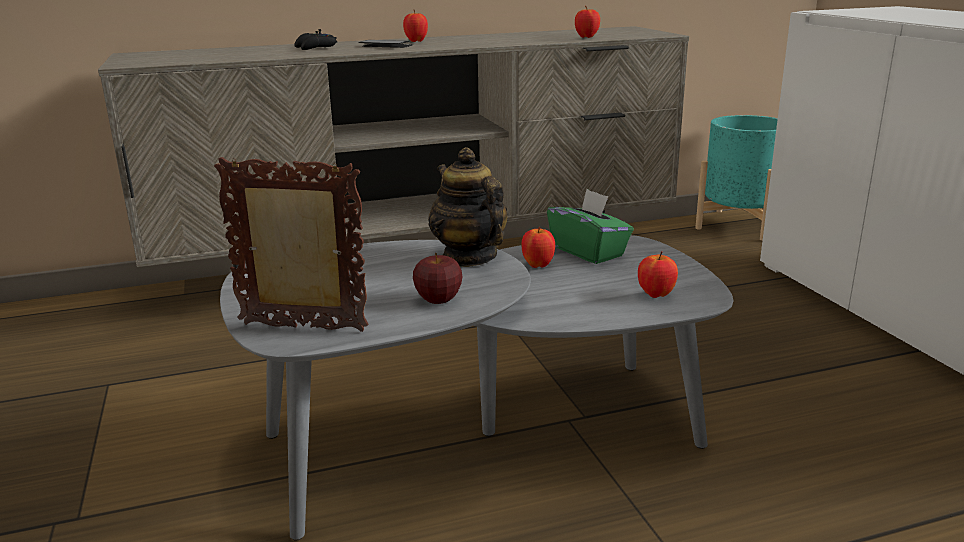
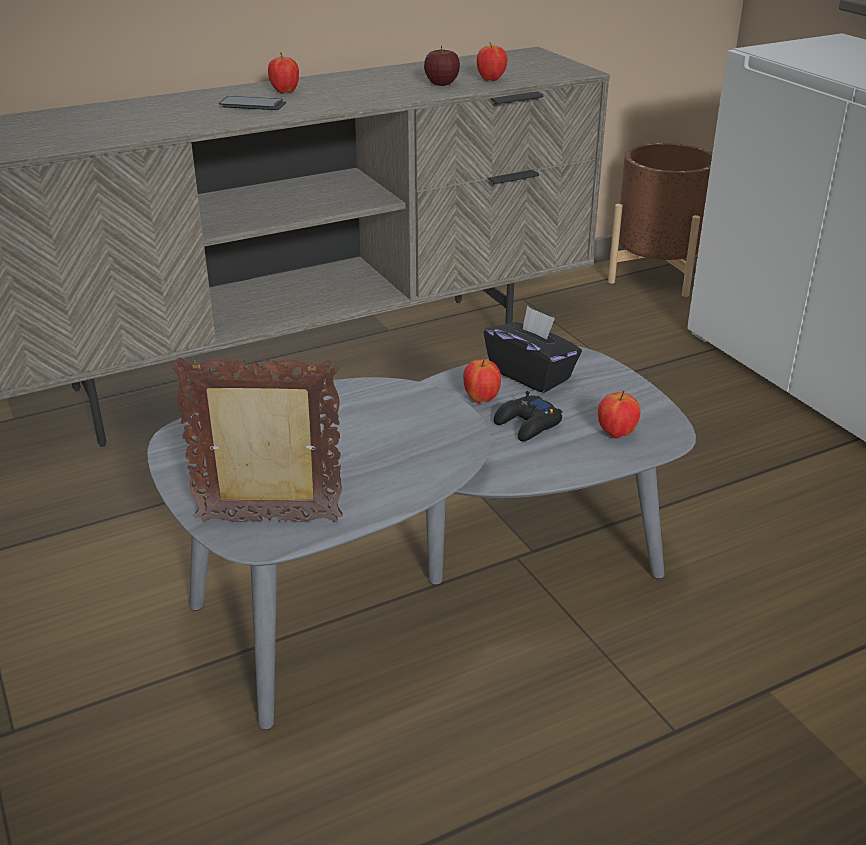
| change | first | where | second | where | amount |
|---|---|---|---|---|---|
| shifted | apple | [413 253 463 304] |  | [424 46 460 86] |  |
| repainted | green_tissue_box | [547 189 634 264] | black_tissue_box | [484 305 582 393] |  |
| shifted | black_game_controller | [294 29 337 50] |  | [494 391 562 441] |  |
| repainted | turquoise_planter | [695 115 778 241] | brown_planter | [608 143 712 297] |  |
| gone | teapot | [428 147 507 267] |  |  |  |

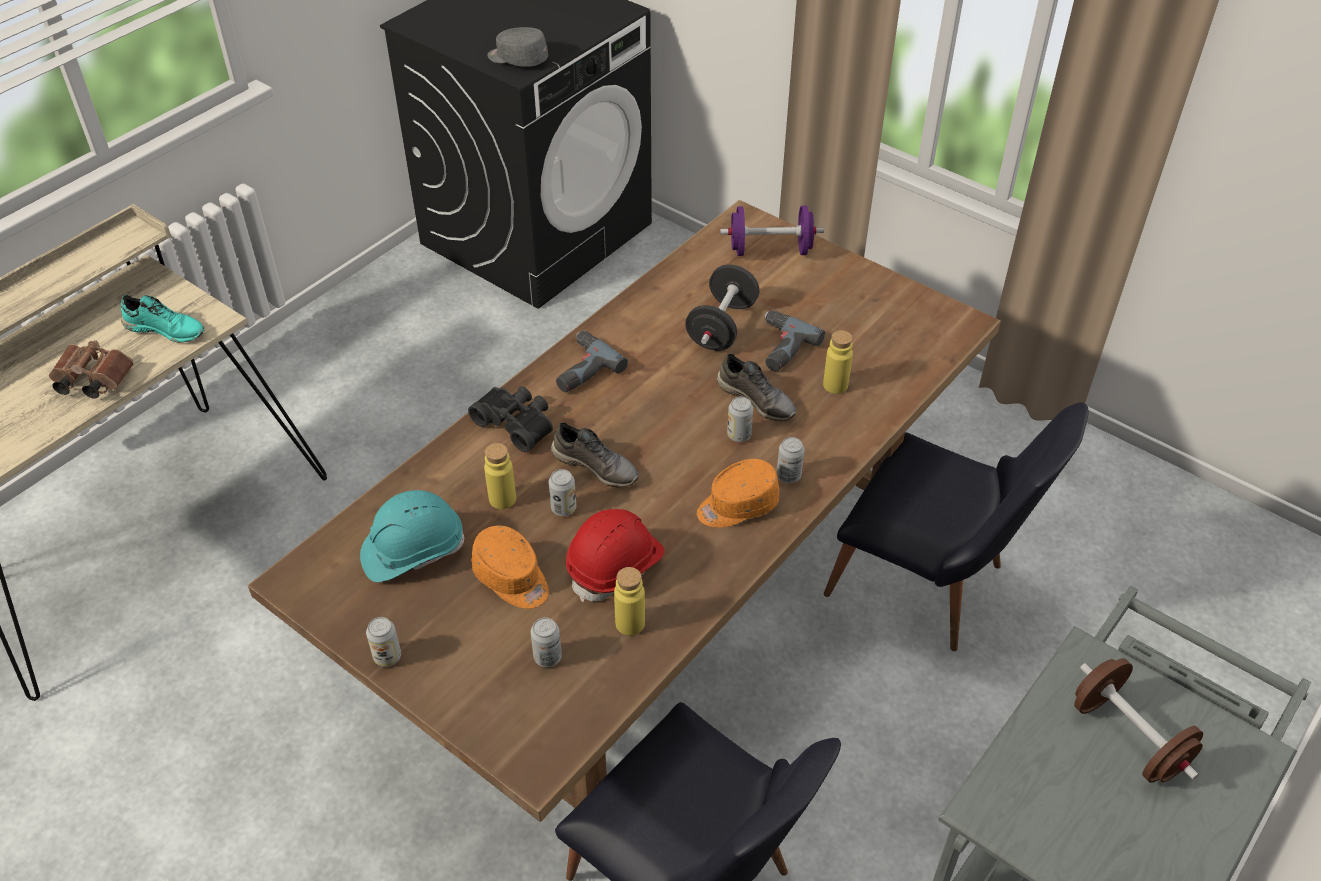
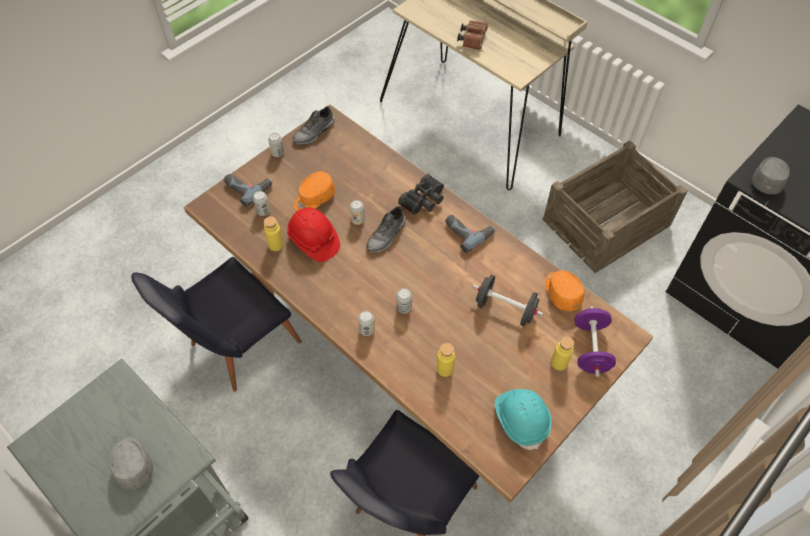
| change | first | where | second | where | amount |
|---|---|---|---|---|---|
| swapped | brown_dumbbell | [1074 658 1203 783] | grey_cap | [109 437 153 490] |  |
| shifted | power_drill | [764 310 825 371] |  | [224 174 272 207] |  |
| shifted | grey_shoe | [717 353 796 421] |  | [293 106 335 144] |  |
| shifted | turquoise_hard_hat | [360 490 464 582] |  | [495 389 552 450] |  |
| new |  |  | crate | [542 140 688 273] |  |
| shifted | orange_cap | [697 459 779 528] |  | [545 270 584 311] |  |
| shifted | yellow_bottle | [484 443 516 509] |  | [551 336 574 370] |  |
| gone | turquoise_shoe | [121 295 205 343] |  |  |  |

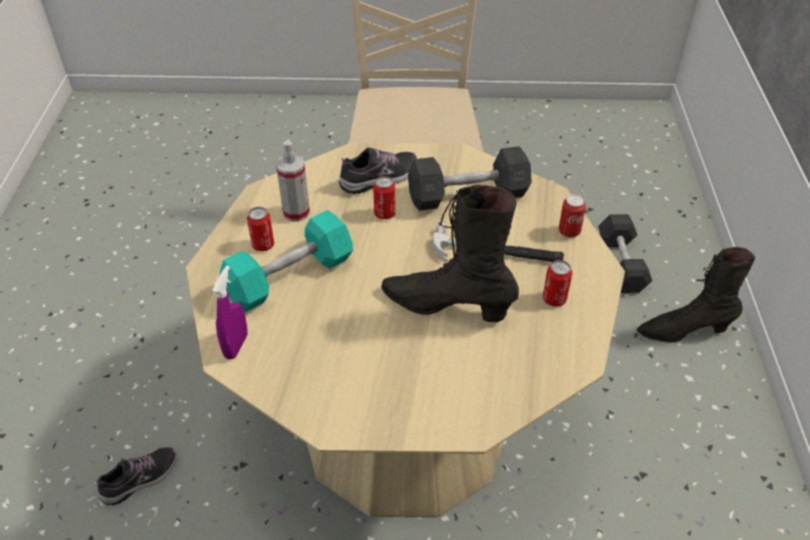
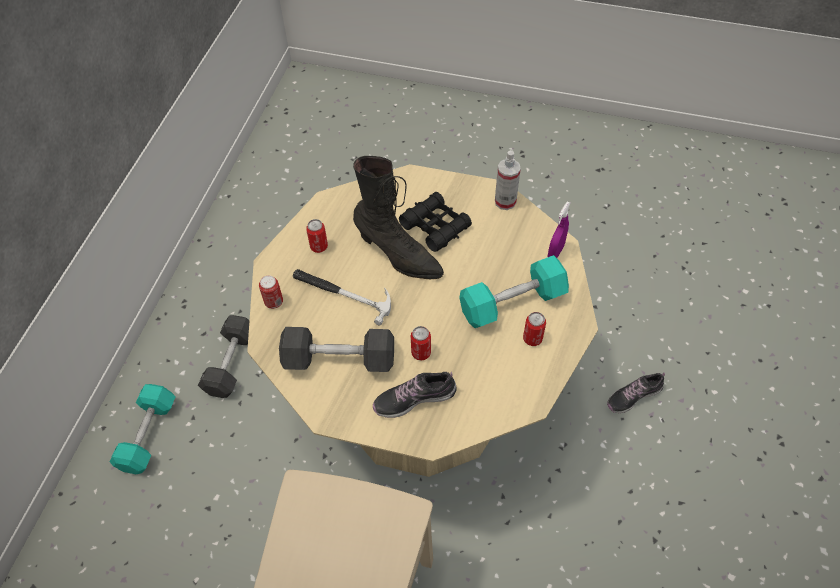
| change | first | where | second | where | amount |
|---|---|---|---|---|---|
| swapped | black_boot | [637 247 755 342] | turquoise_dumbbell | [109 384 176 474] |  |
| shifted | grey_dumbbell | [598 214 652 293] |  | [198 315 249 398] |  |
| new |  |  | black_binoculars | [399 192 472 252] |  |
| shifted | spray_bottle | [276 141 310 222] |  | [495 150 521 210] |  |

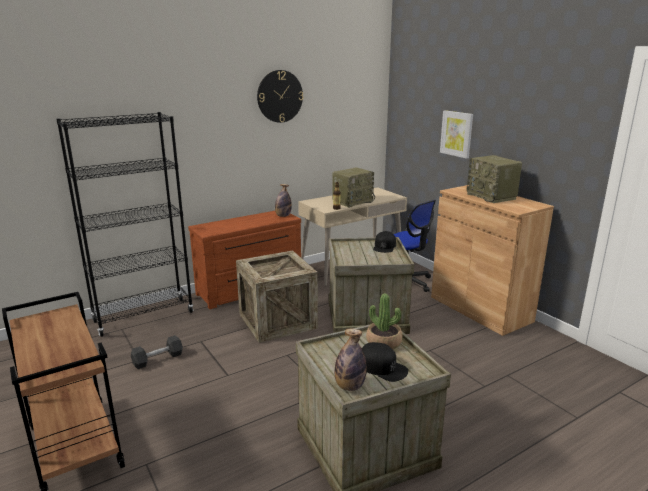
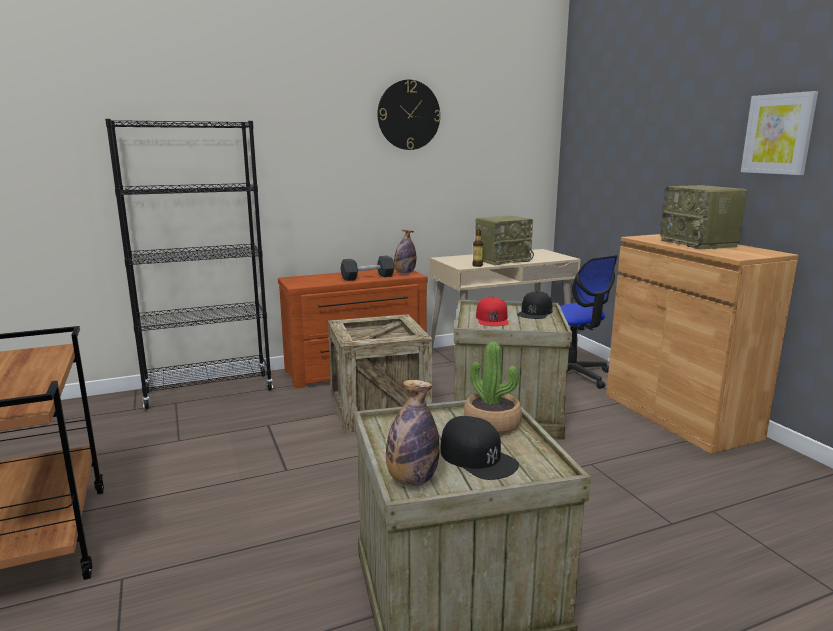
| change | first | where | second | where | amount |
|---|---|---|---|---|---|
| shifted | black_dumbbell | [131 335 183 369] |  | [340 256 395 281] |  |
| new |  |  | red_cap | [476 297 509 326] |  |
| shifted | picture | [440 110 473 159] |  | [741 91 818 175] |  |

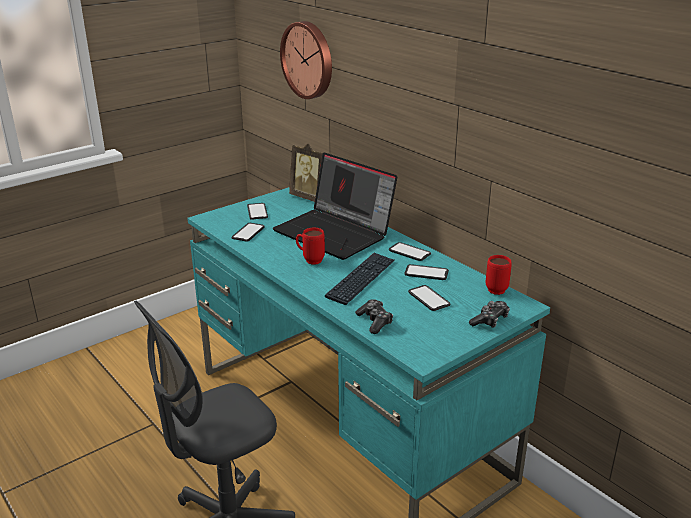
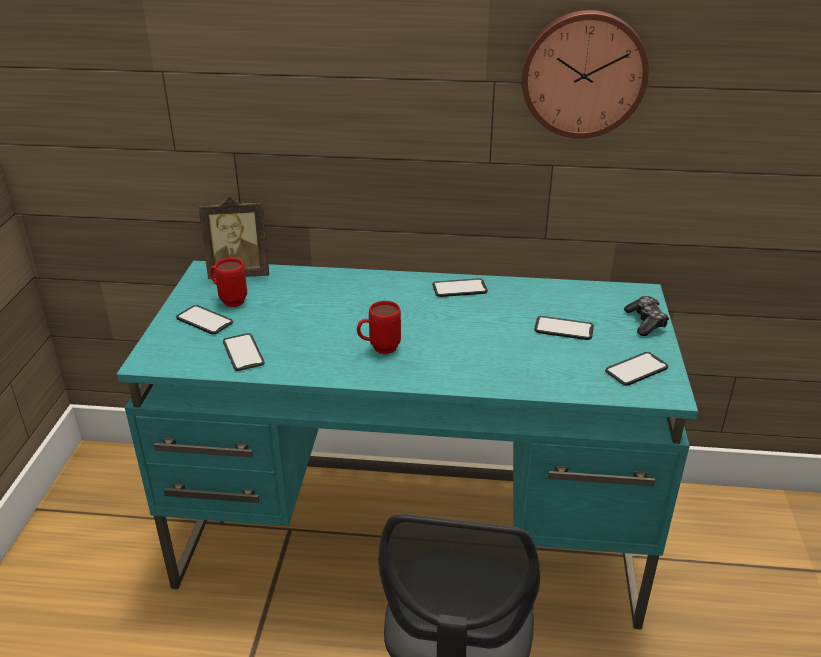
| change | first | where | second | where | amount |
|---|---|---|---|---|---|
| shifted | red_mug | [486 255 512 295] |  | [210 258 247 307] |  |
| shifted | wall_clock | [280 21 332 99] |  | [522 10 649 139] |  |
| shifted | phone | [404 264 449 280] |  | [605 352 669 386] |  |
| gone | laptop | [273 152 397 260] |  |  |  |
| gone | keyboard | [325 253 395 305] |  |  |  |
| gone | game_controller | [355 299 393 334] |  |  |  |

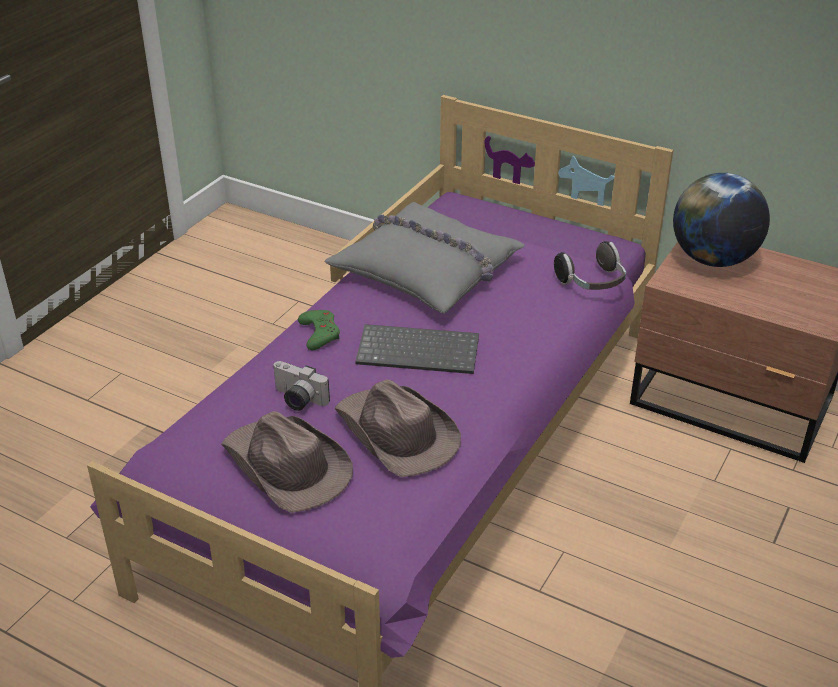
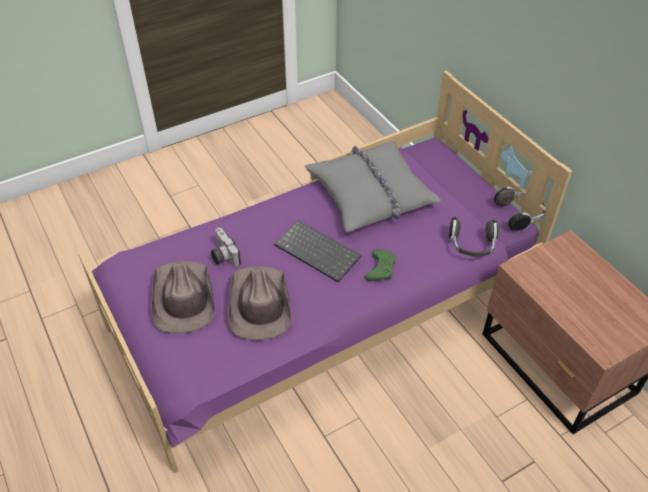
| change | first | where | second | where | amount |
|---|---|---|---|---|---|
| shifted | green_game_controller | [298 310 340 350] |  | [366 249 396 281] |  |
| new |  |  | headphones | [494 187 545 231] |  |
| gone | globe | [673 173 770 267] |  |  |  |

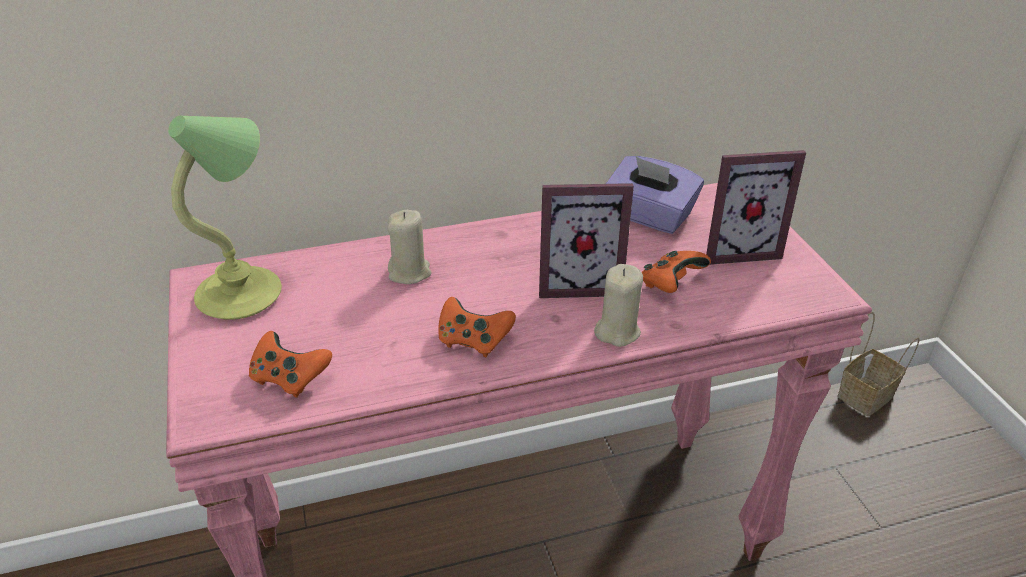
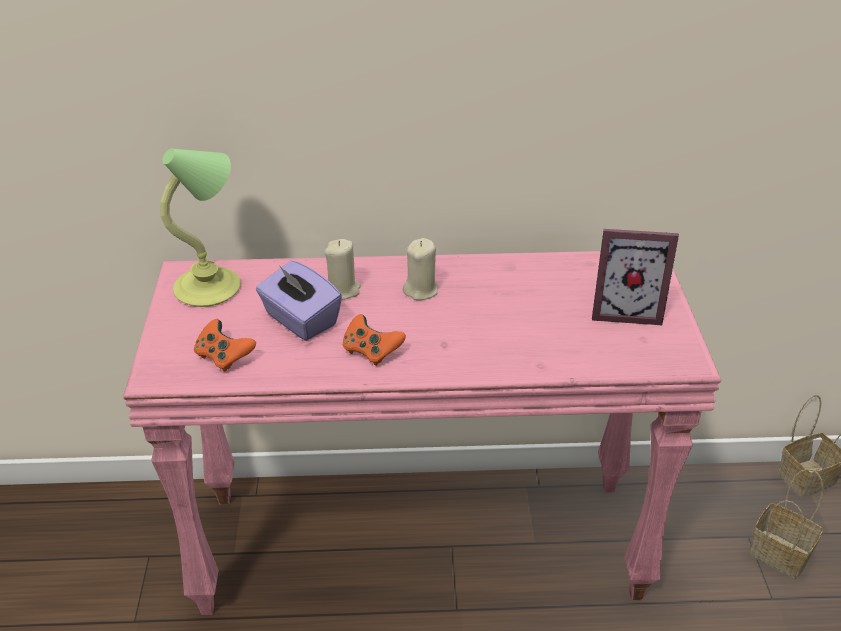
| change | first | where | second | where | amount |
|---|---|---|---|---|---|
| shifted | purple_tissue_box | [606 156 704 234] |  | [256 261 342 341] |  |
| shifted | beige_candle | [594 264 643 347] |  | [403 238 438 301] |  |
| new |  |  | basket | [749 469 824 579] |  |
| gone | picture_frame | [539 183 634 298] |  |  |  |
| gone | orange_game_controller | [642 251 711 293] |  |  |  |

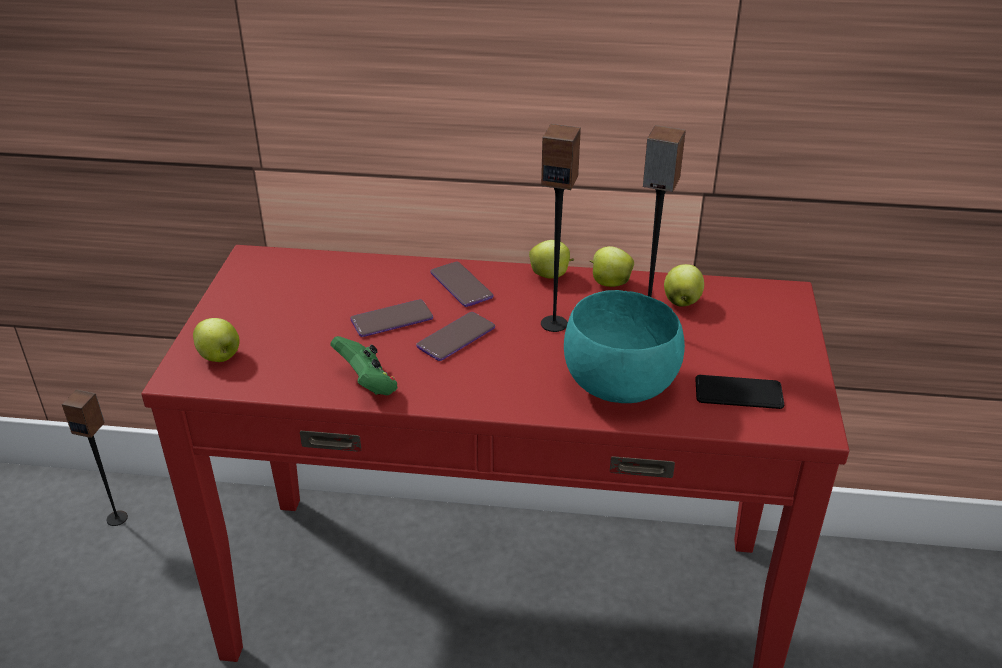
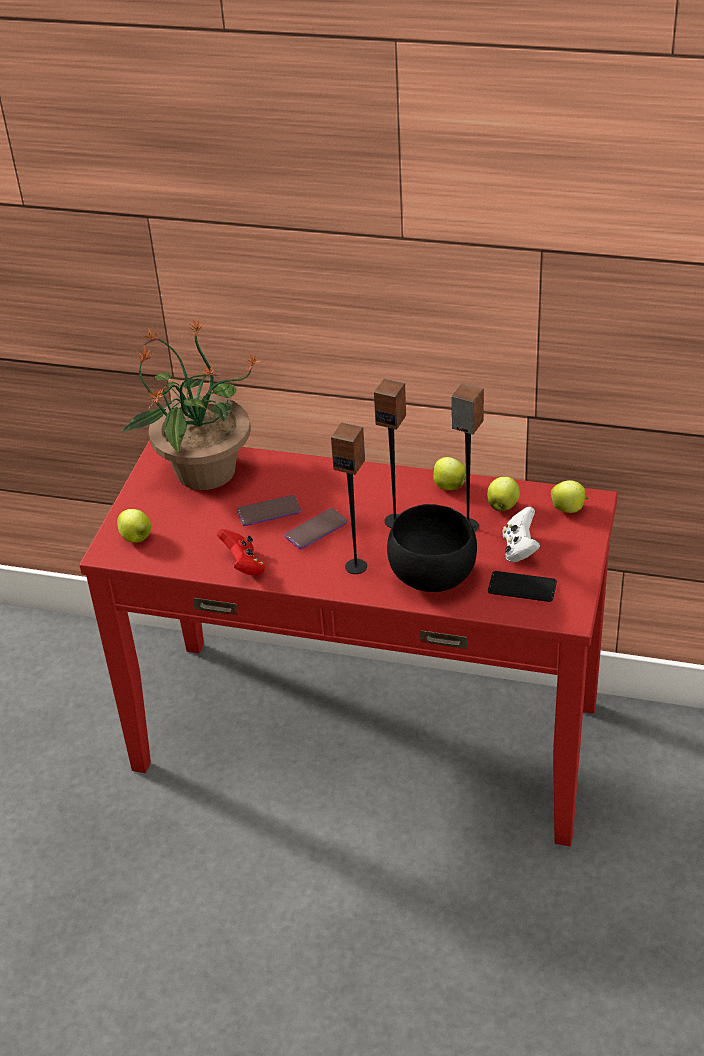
| change | first | where | second | where | amount |
|---|---|---|---|---|---|
| new |  |  | potted_plant | [121 318 260 490] |  |
| repainted | green_game_controller | [330 336 397 395] | red_game_controller | [217 529 265 576] |  |
| shifted | speaker | [62 389 128 526] |  | [331 422 367 574] |  |
| repainted | turquoise_bowl | [564 290 685 403] | black_bowl | [387 504 477 592] |  |
| new |  |  | white_game_controller | [503 507 540 562] |  |
| shifted | apple | [529 240 574 279] |  | [551 480 589 513] |  |
| gone | phone | [430 262 493 307] |  |  |  |

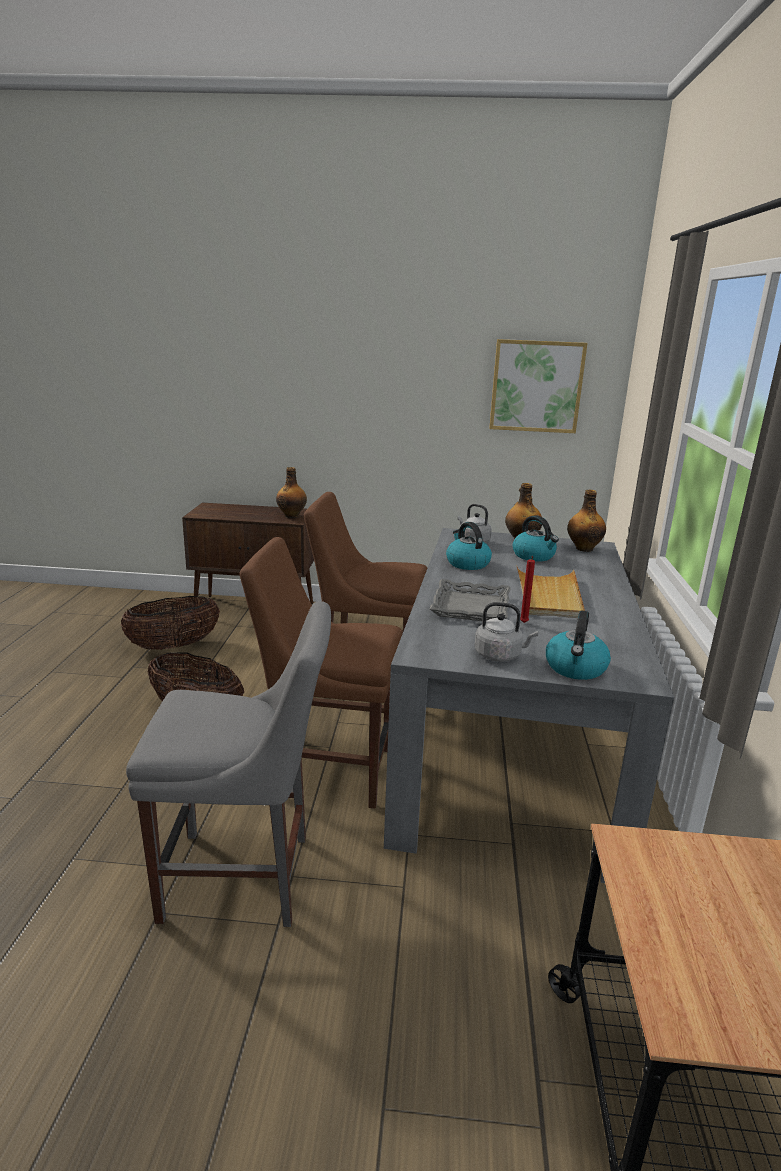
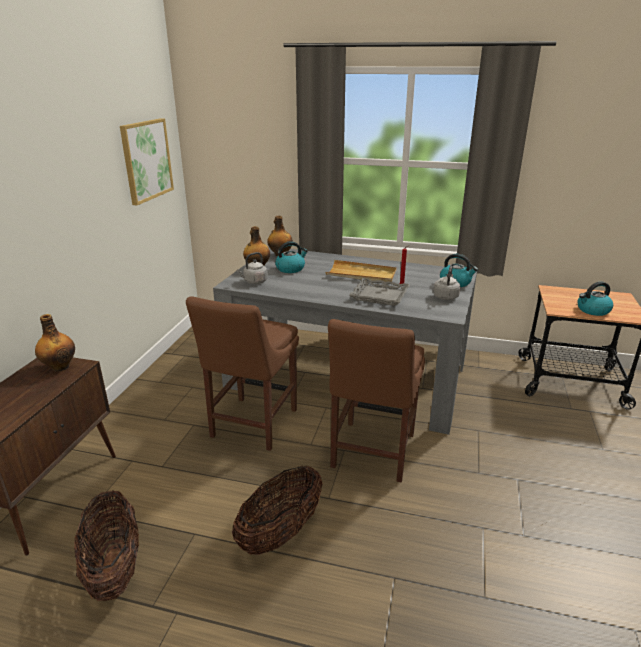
| change | first | where | second | where | amount |
|---|---|---|---|---|---|
| shifted | kettle | [446 522 492 570] |  | [577 282 613 316] |  |
| gone | grey_chair | [126 601 331 927] |  |  |  |

